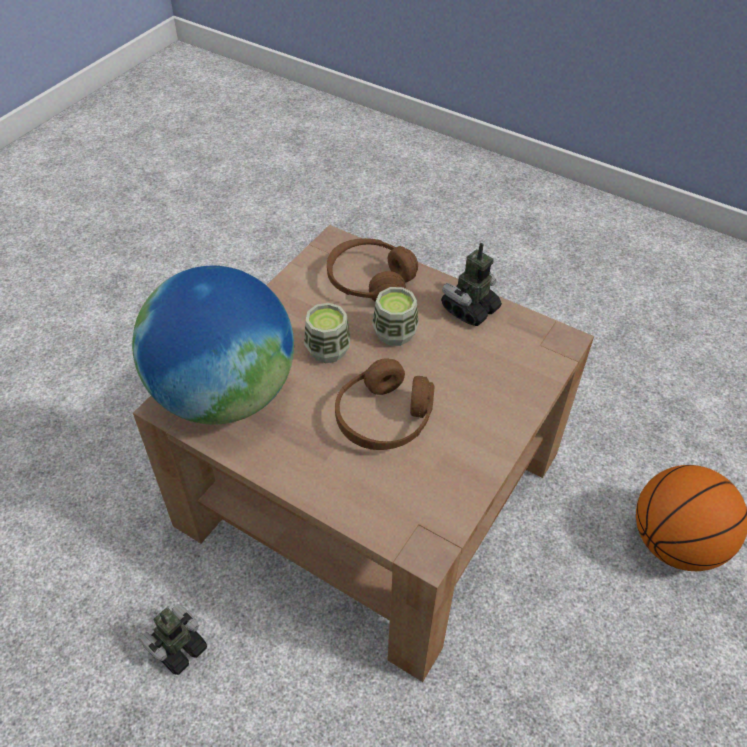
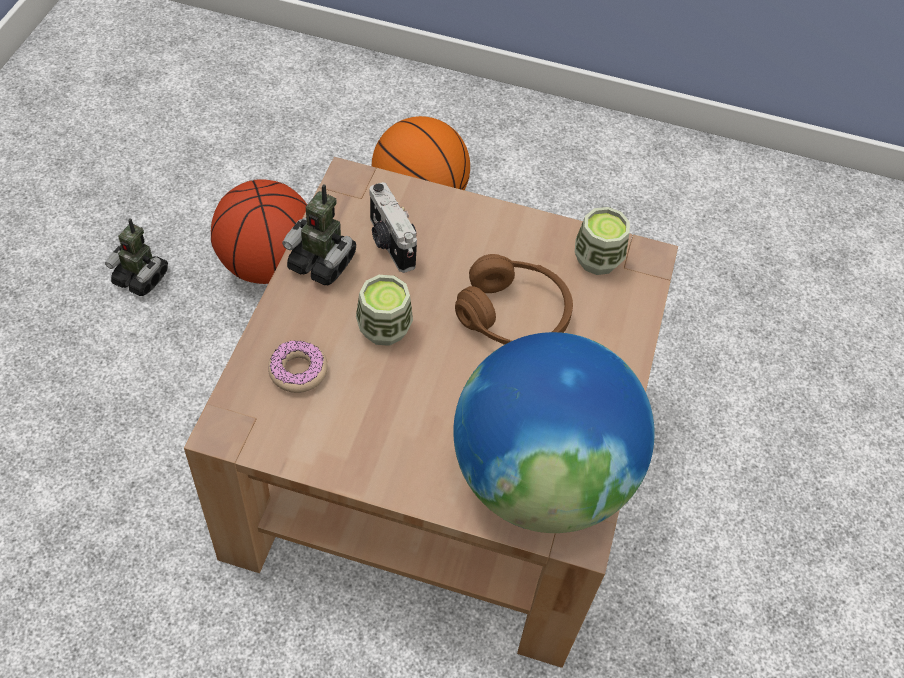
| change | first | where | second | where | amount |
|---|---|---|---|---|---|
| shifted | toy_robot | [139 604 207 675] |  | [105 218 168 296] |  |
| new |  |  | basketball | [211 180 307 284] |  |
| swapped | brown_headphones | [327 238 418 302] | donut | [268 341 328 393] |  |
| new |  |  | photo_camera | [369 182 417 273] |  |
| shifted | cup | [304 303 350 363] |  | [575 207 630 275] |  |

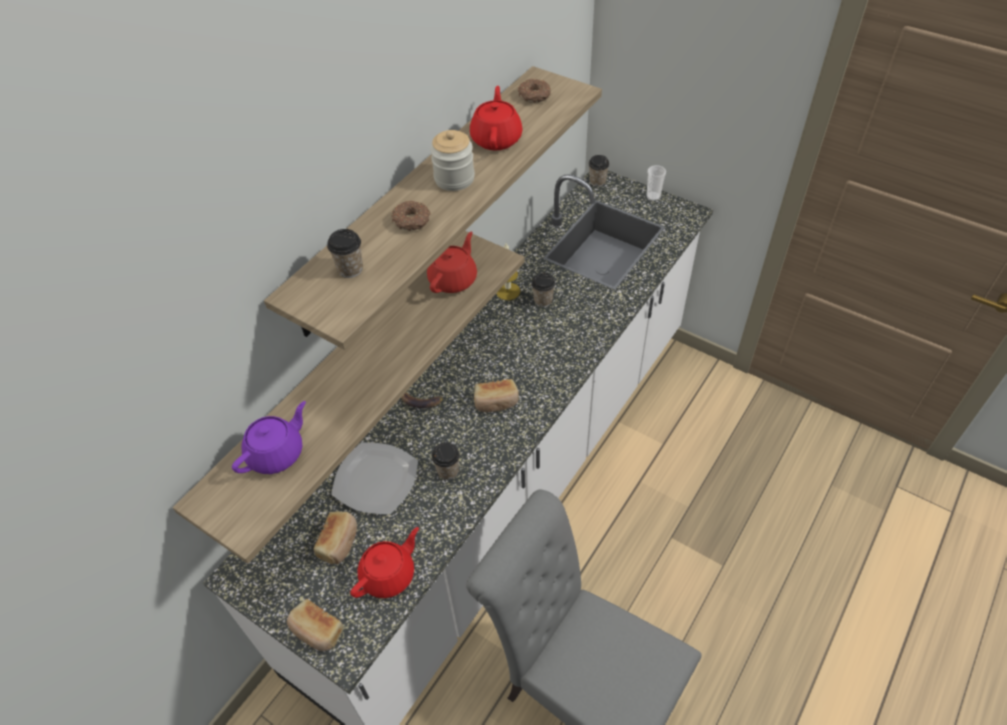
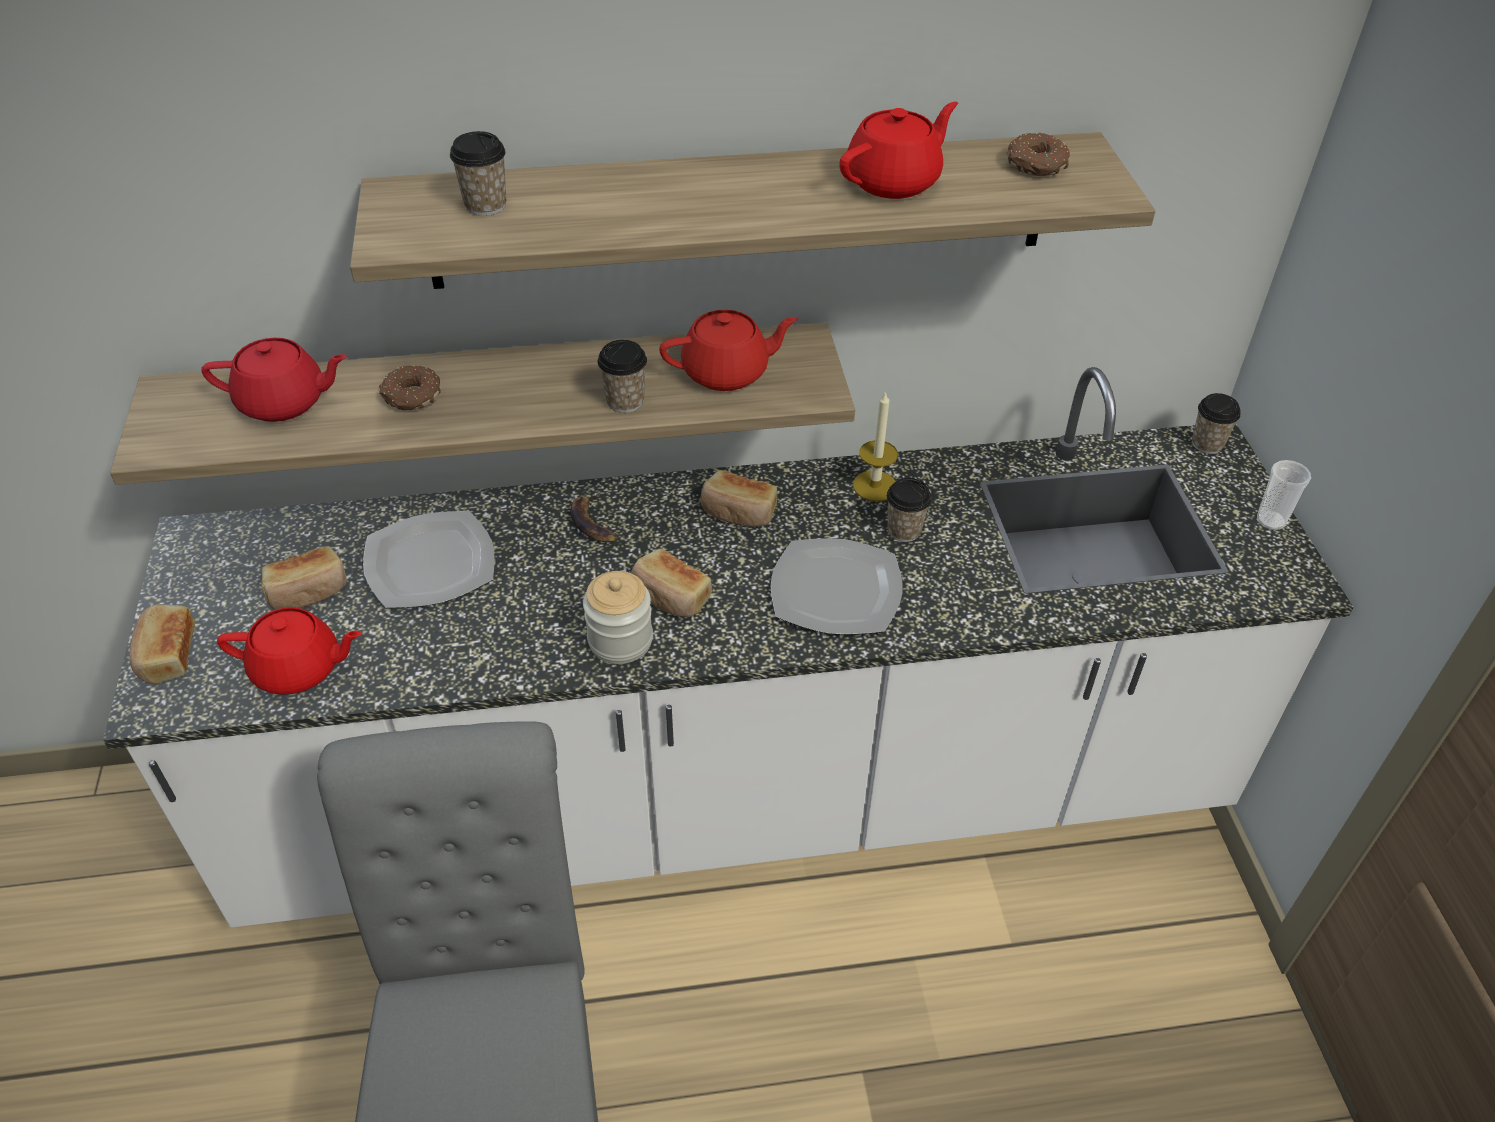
| change | first | where | second | where | amount |
|---|---|---|---|---|---|
| repainted | purple_teapot | [232 401 306 474] | red_teapot | [201 338 348 422] |  |
| shifted | donut | [391 201 431 231] |  | [379 365 441 410] |  |
| shifted | jar | [430 130 475 191] |  | [583 571 653 664] |  |
| shifted | cup | [431 442 460 480] |  | [598 340 647 413] |  |
| new |  |  | bread | [700 470 777 527] |  |
| new |  |  | plate | [771 538 903 635] |  |

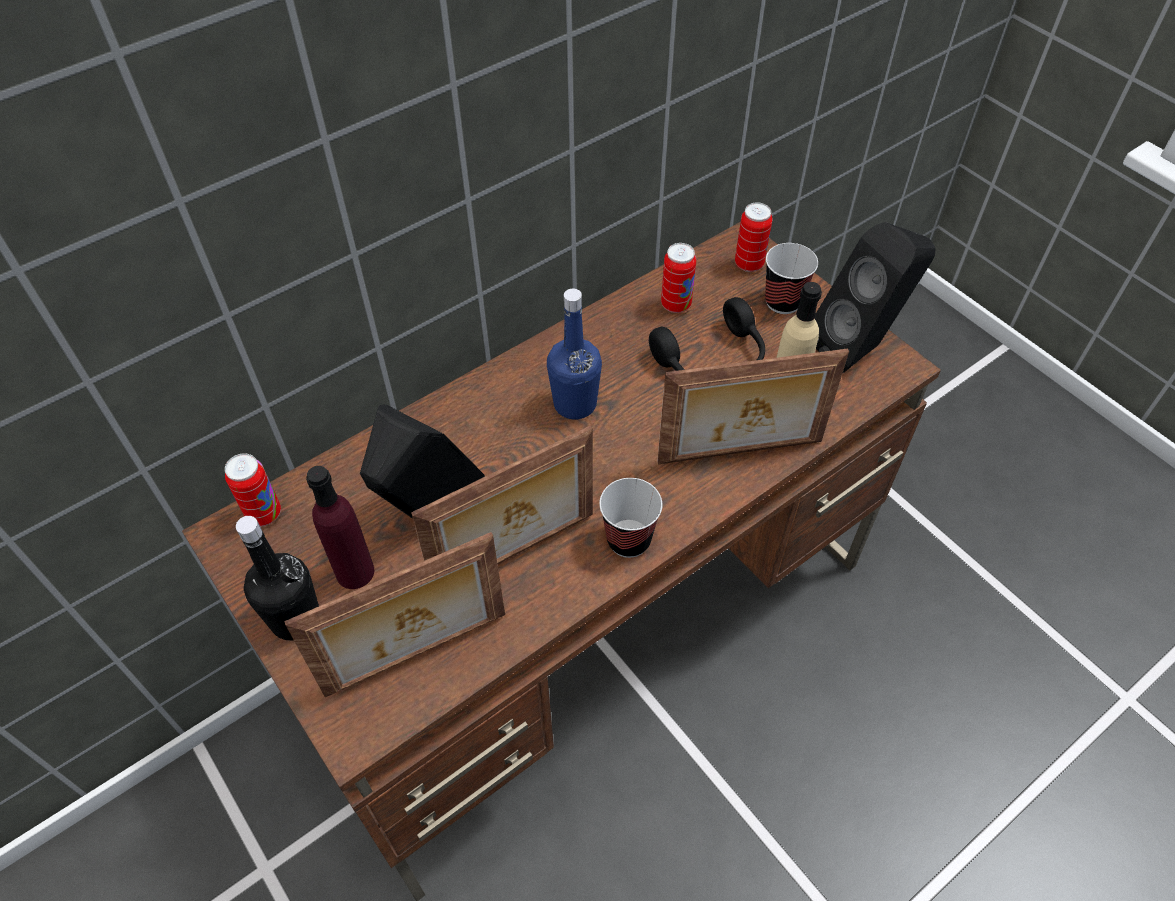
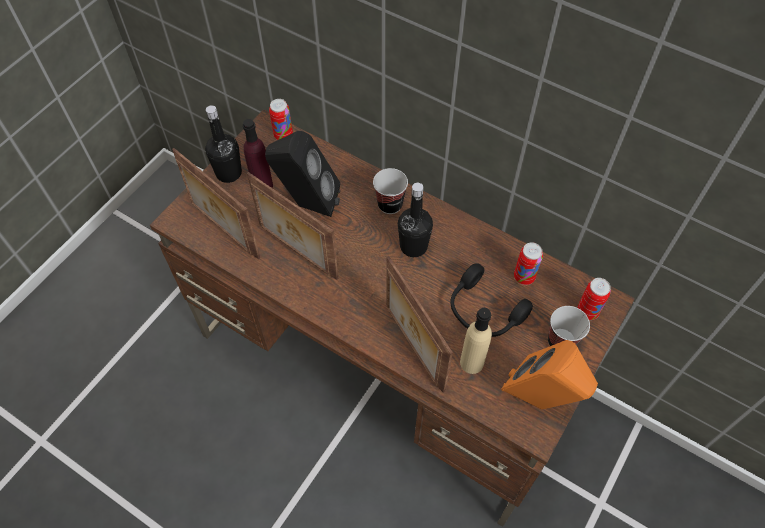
| change | first | where | second | where | amount |
|---|---|---|---|---|---|
| shifted | cup | [599 478 662 558] |  | [373 168 408 214] |  |
| repainted | blue_bottle | [547 289 602 419] | black_bottle | [398 183 433 257] |  |
| repainted | black_speaker | [815 222 936 373] | orange_speaker | [501 340 598 410] |  |

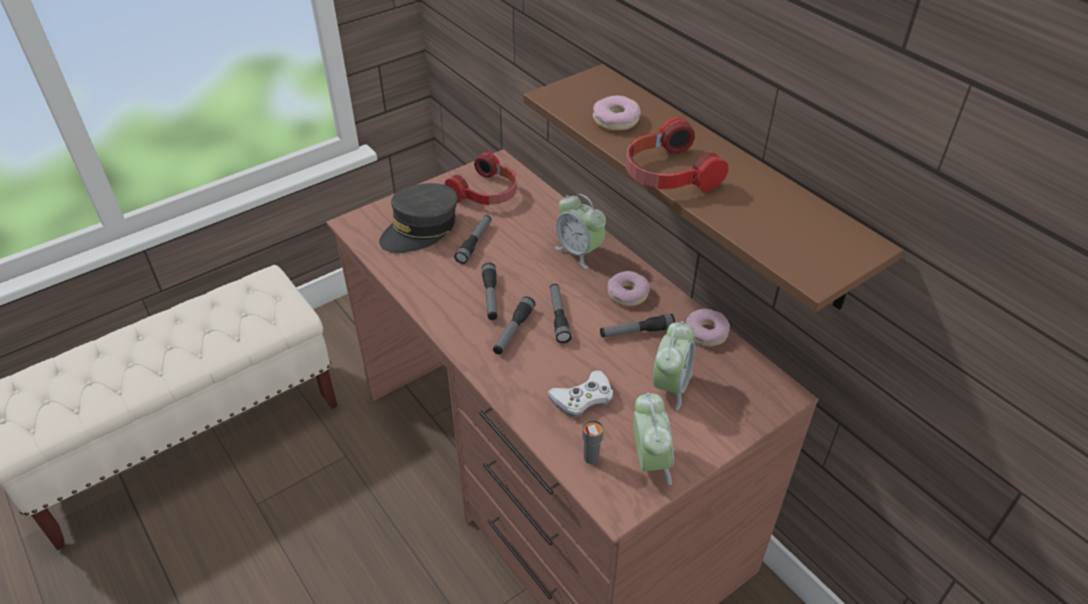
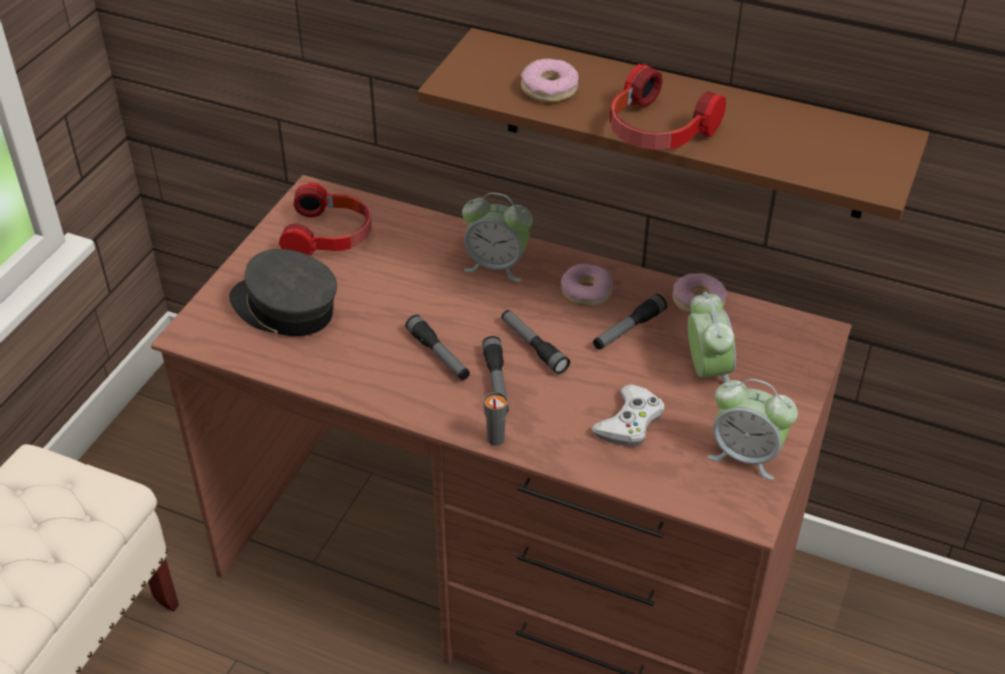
| change | first | where | second | where | amount |
|---|---|---|---|---|---|
| rotated | grey_cap | [379 183 458 253] |  | [229 249 337 336] | 105 degrees clockwise |
| shifted | grey_cup | [582 420 604 464] |  | [483 392 508 446] |  |
| rotated | alarm_clock | [633 393 674 485] |  | [707 379 798 480] | 150 degrees clockwise |
| gone | flashlight | [454 215 491 264] |  |  |  |

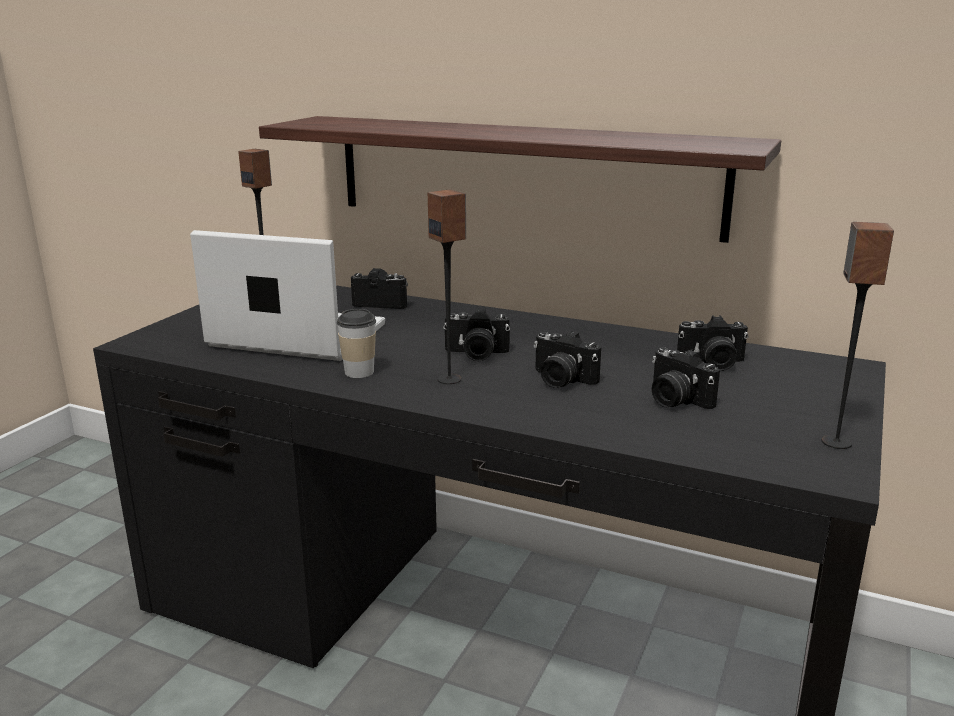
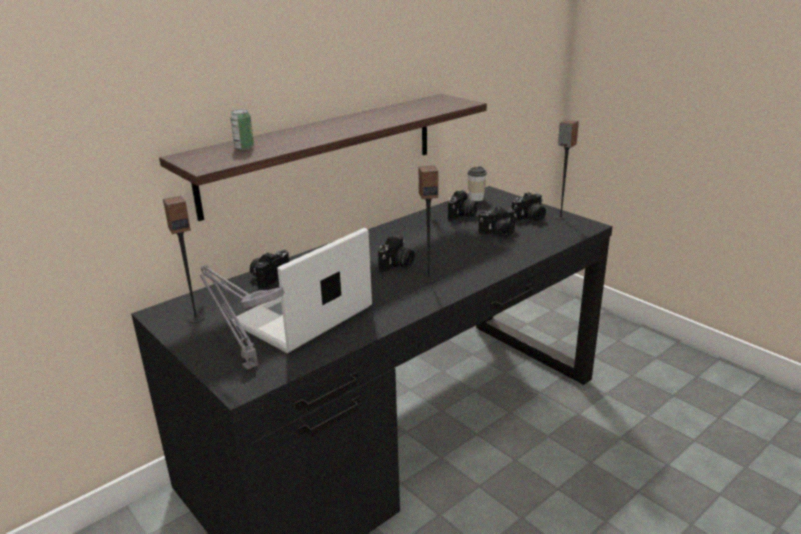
| change | first | where | second | where | amount |
|---|---|---|---|---|---|
| new |  |  | grey_table_lamp | [200 266 285 370] |  |
| new |  |  | can | [230 109 254 150] |  |
| shifted | cup | [337 309 376 378] |  | [467 167 487 201] |  |
| shifted | photo_camera | [534 331 601 388] |  | [512 192 546 221] |  |

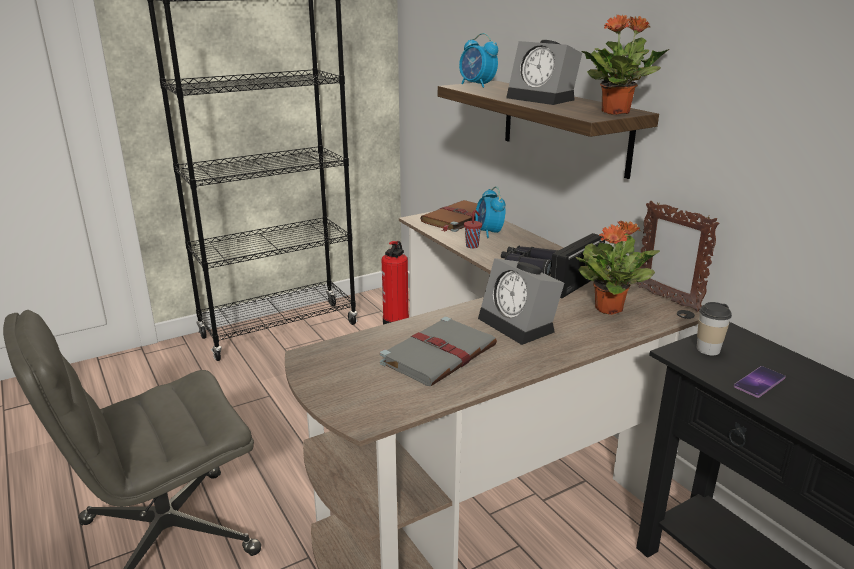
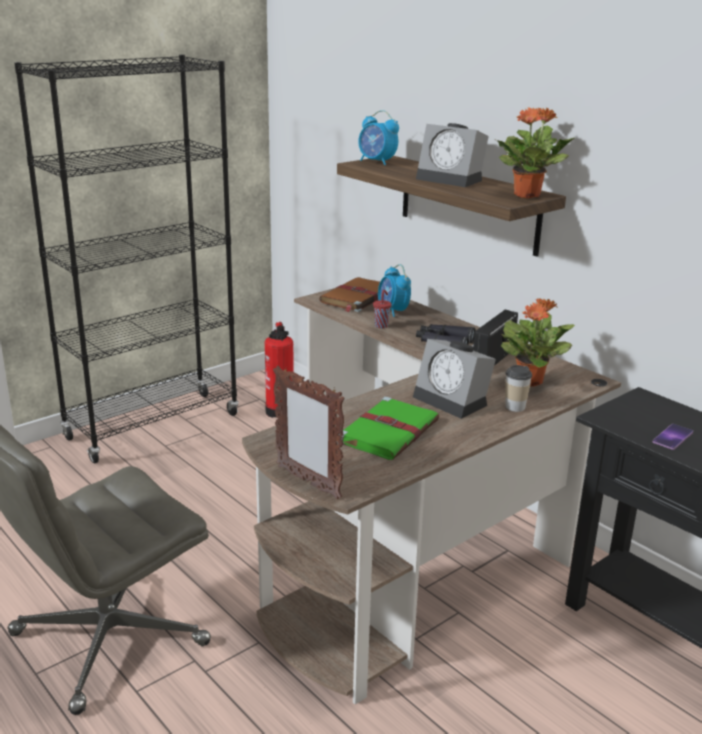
| change | first | where | second | where | amount |
|---|---|---|---|---|---|
| shifted | picture_frame | [637 201 720 312] |  | [273 366 345 500] |  |
| repainted | grey_book | [380 317 497 386] | green_book | [337 397 439 460] |  |
| shifted | cup | [697 302 732 355] |  | [505 365 532 412] |  |

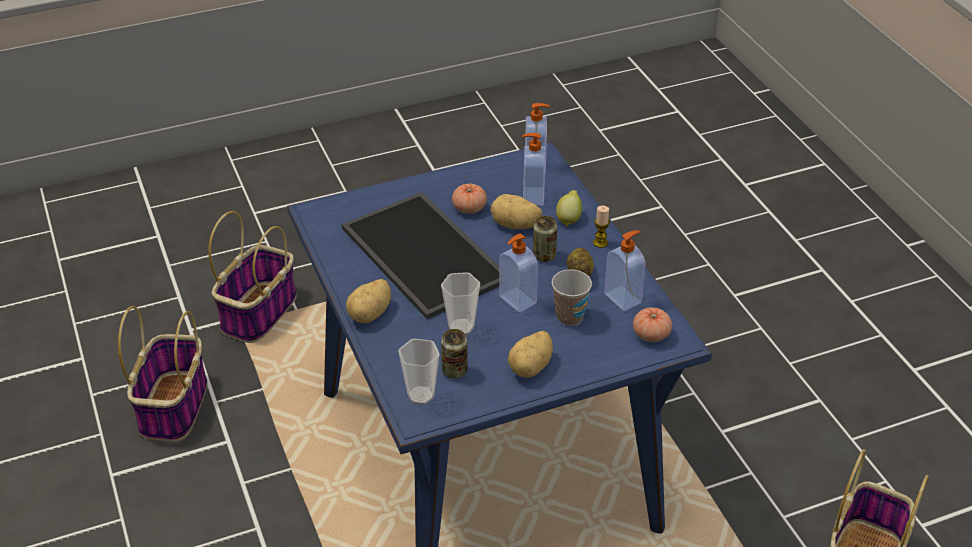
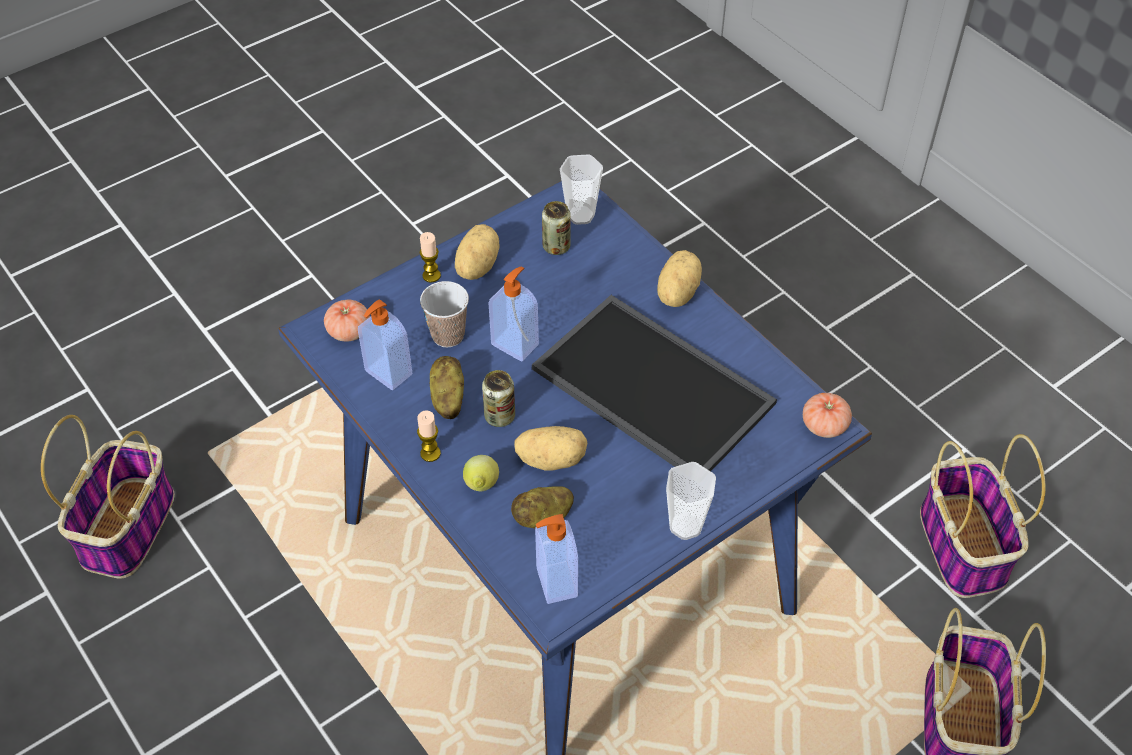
| change | first | where | second | where | amount |
|---|---|---|---|---|---|
| new |  |  | candle | [419 232 441 283] |  |
| swapped | soap_dispenser | [522 133 546 205] | potato | [511 486 574 528] |  |
| shifted | cup | [441 272 480 335] |  | [666 462 716 540] |  |
| shifted | tomato | [452 183 487 214] |  | [803 393 852 438] |  |

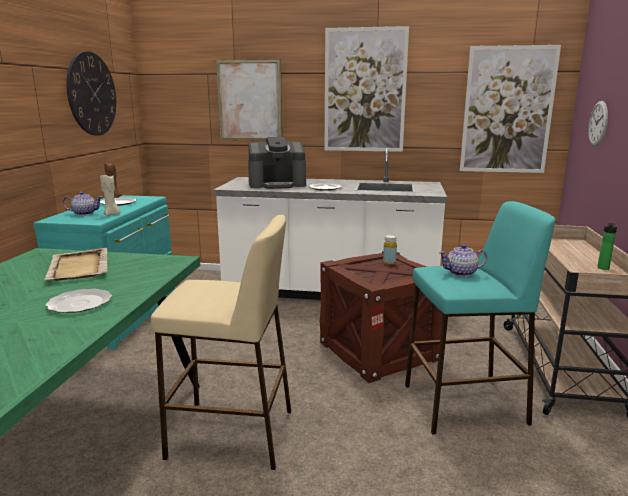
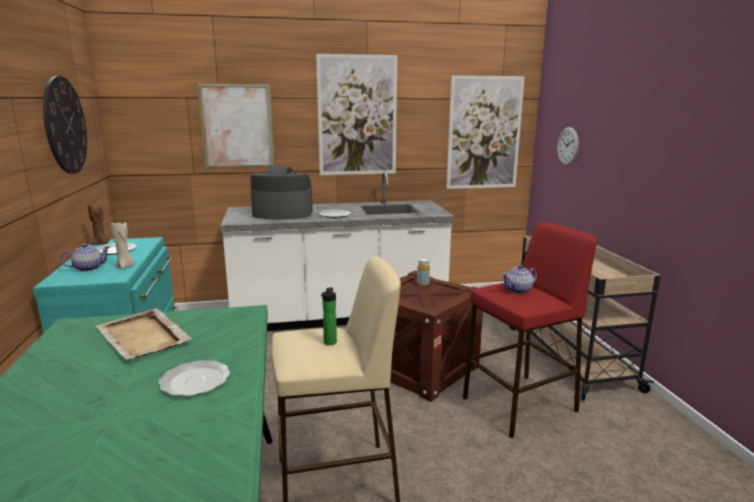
| change | first | where | second | where | amount |
|---|---|---|---|---|---|
| rotated | coffee_machine | [248 137 306 189] |  | [250 167 313 219] | 150 degrees counterclockwise |
| shifted | bottle | [597 223 617 270] |  | [321 287 337 345] |  |
| repainted | turquoise_stool | [405 201 556 435] | red_stool | [463 222 597 438] |  |

